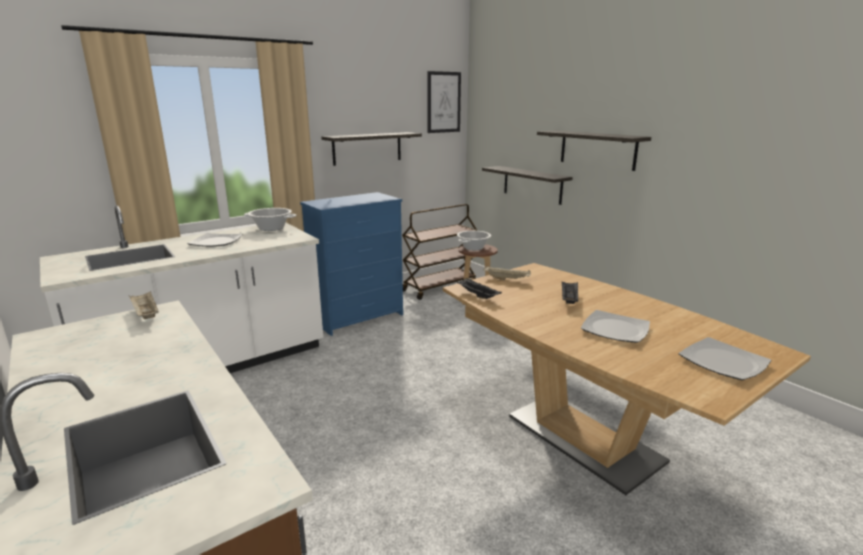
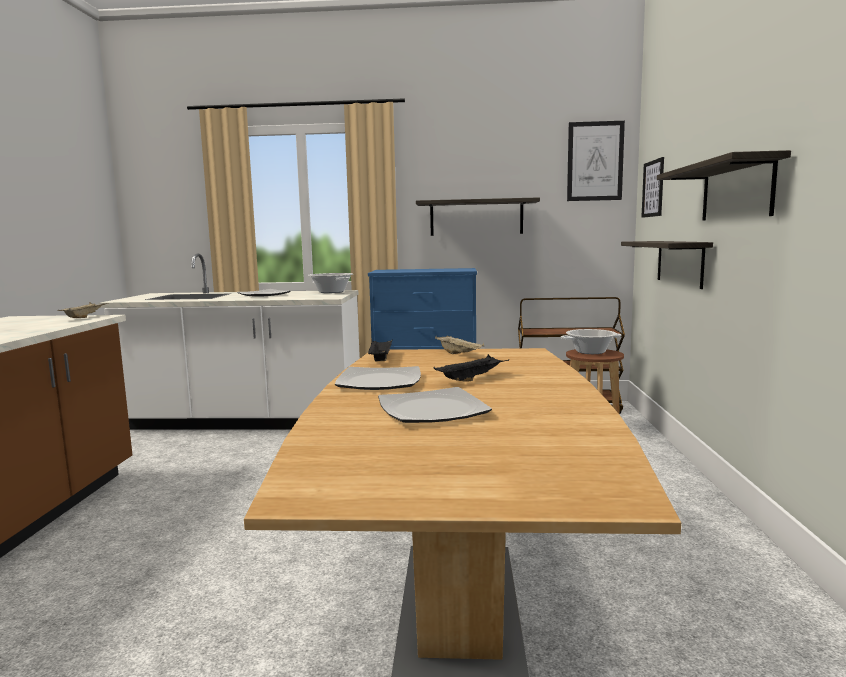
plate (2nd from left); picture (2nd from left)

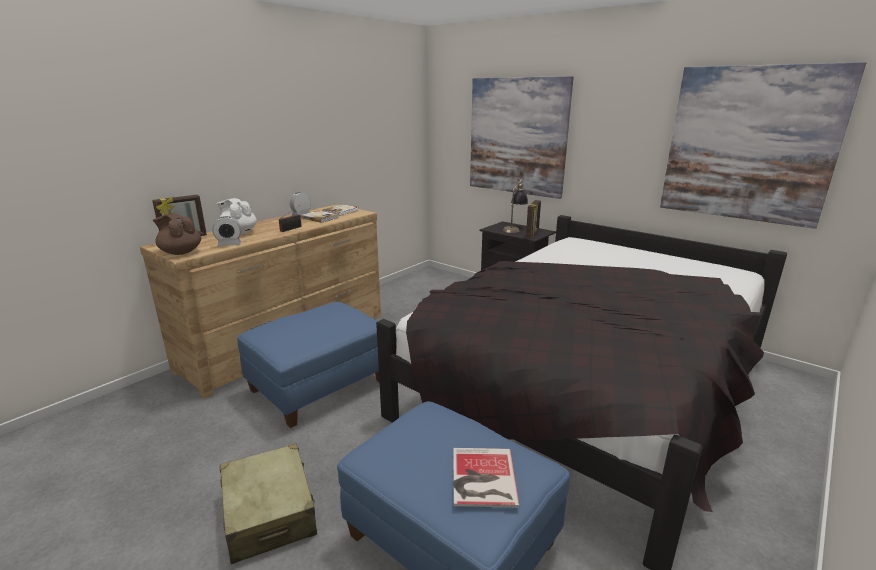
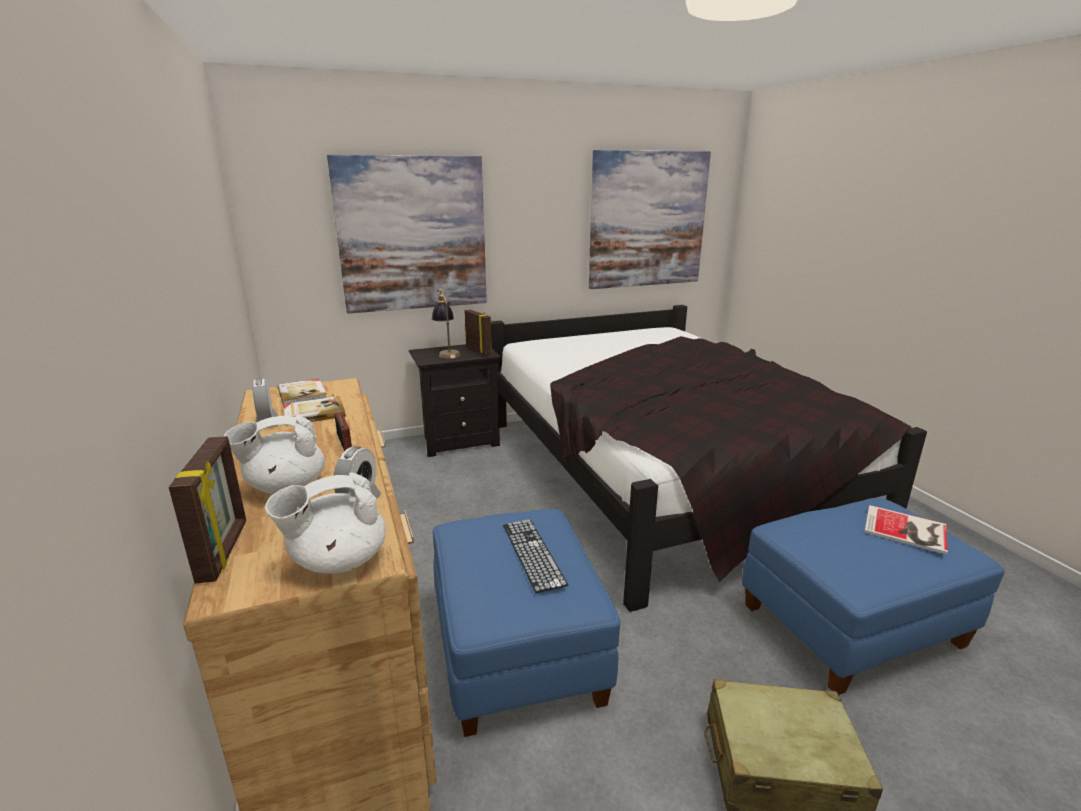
white teapot (2nd from left); keyboard

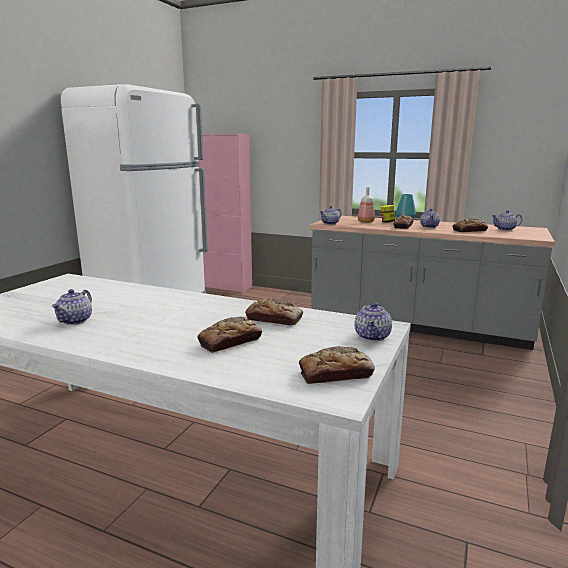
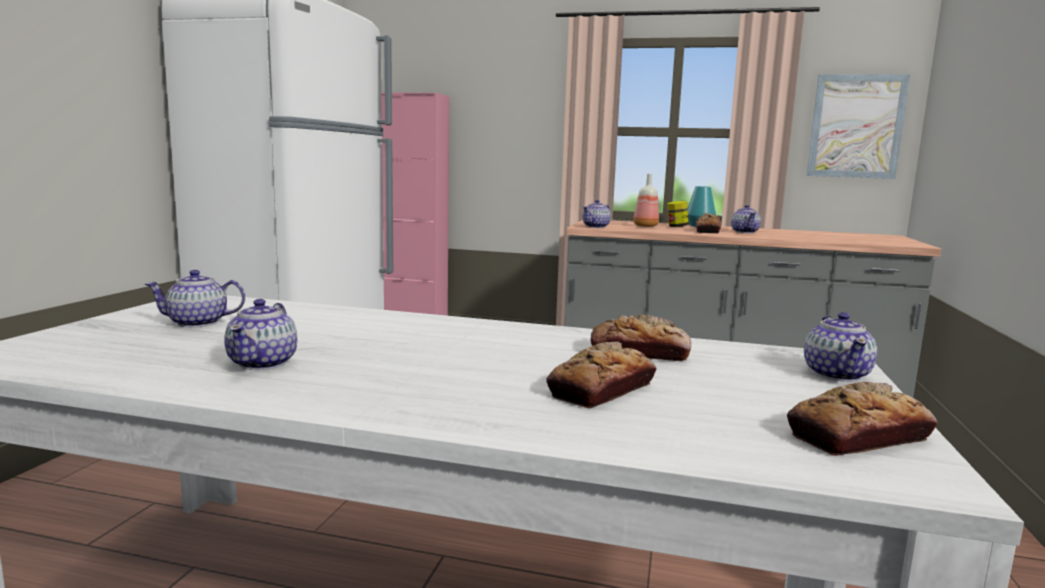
bread (5th from left in the first image); teapot (1st from left); picture

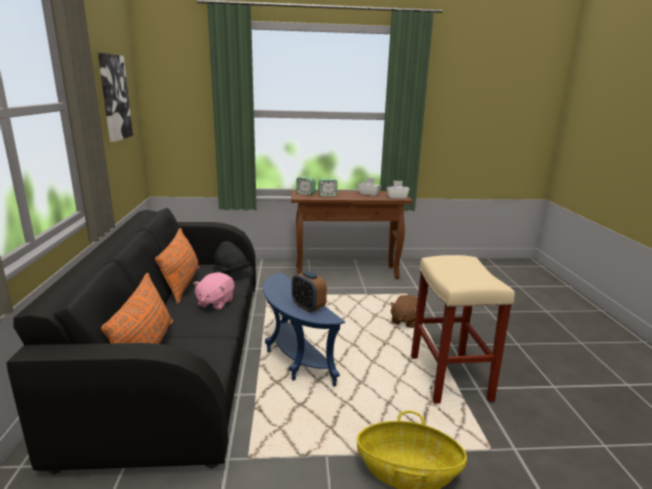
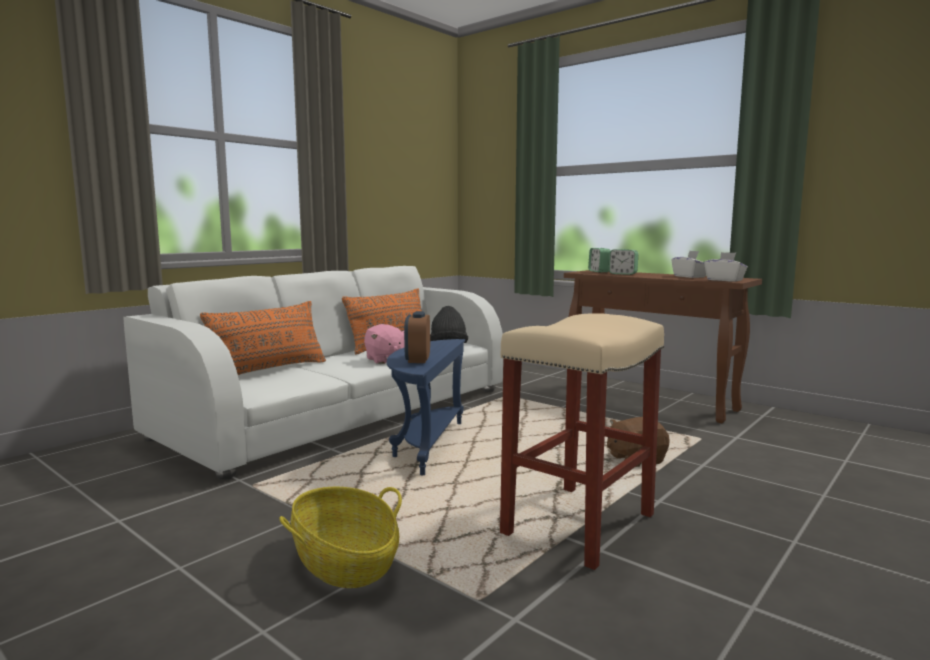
white sofa; picture; pink plush toy

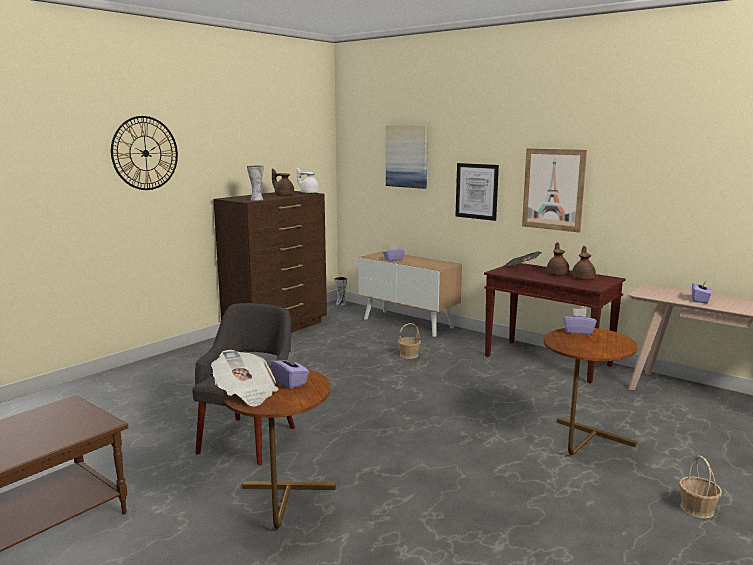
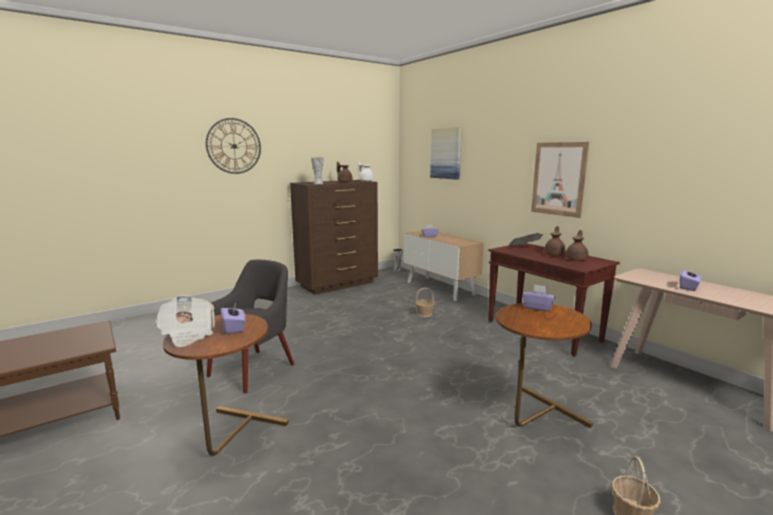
picture (2nd from left in the first image)

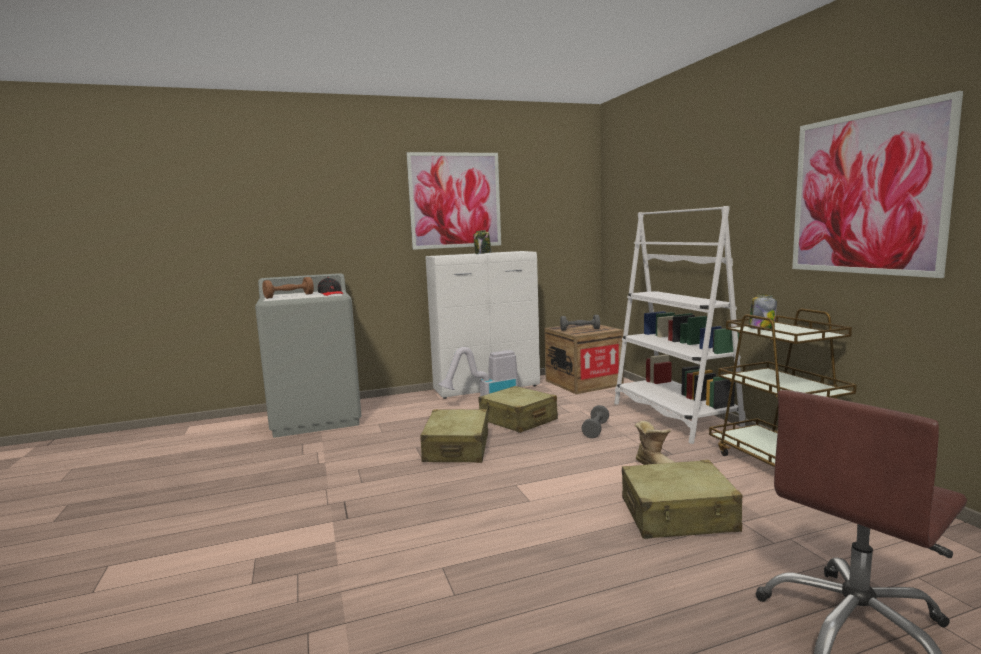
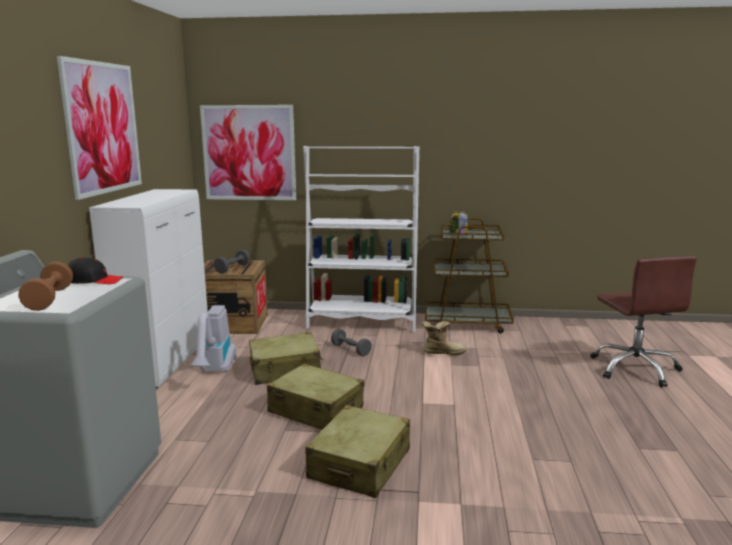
jar (1st from left in the first image); beige suitcase (3rd from left); picture (2nd from left)

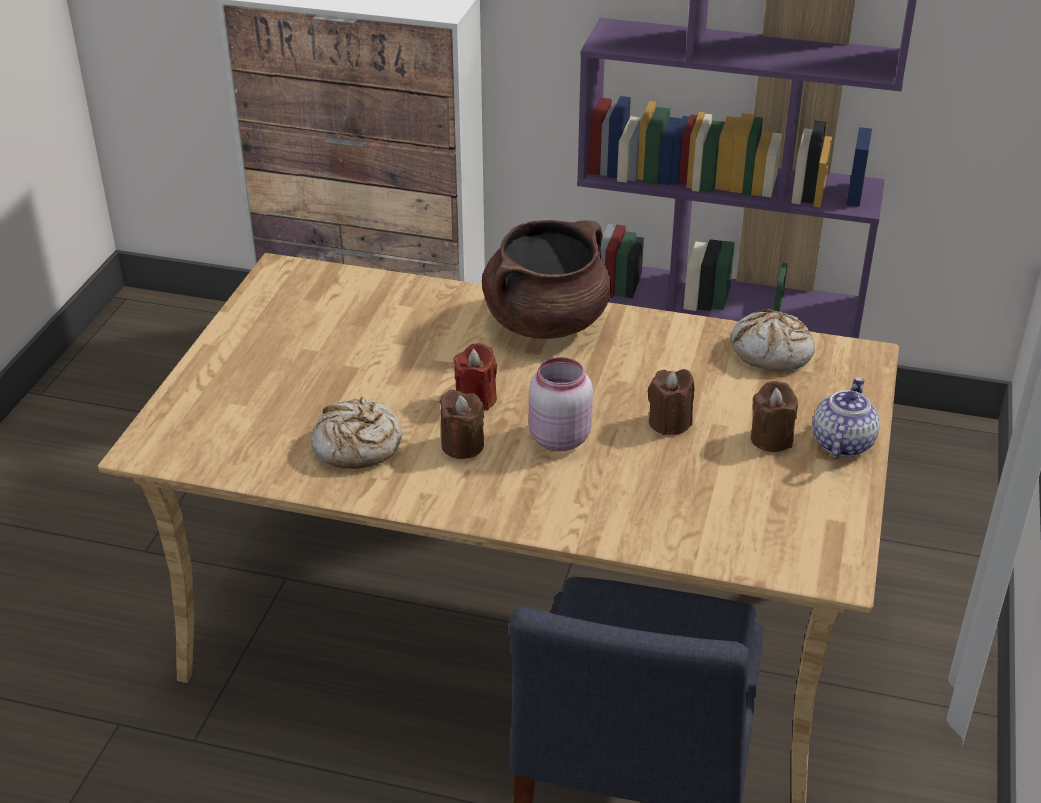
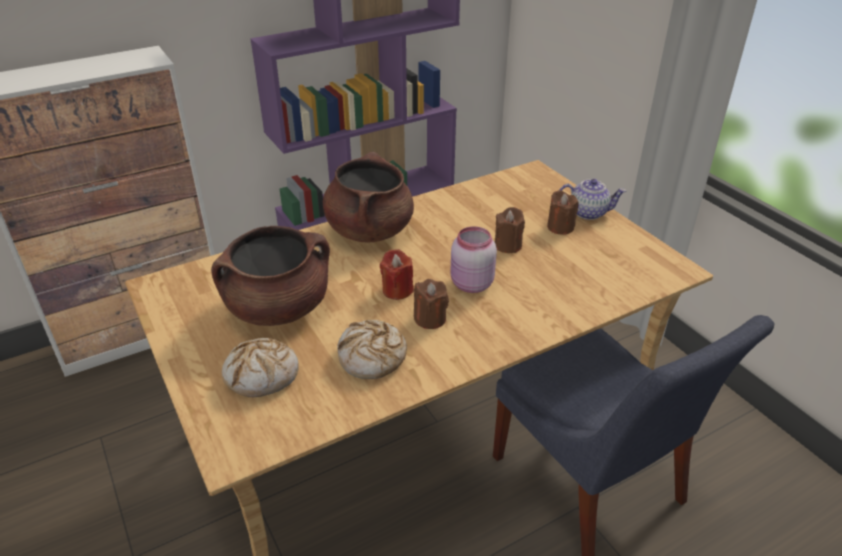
bread (1st from left); teapot; brown cooking pot (1st from left)

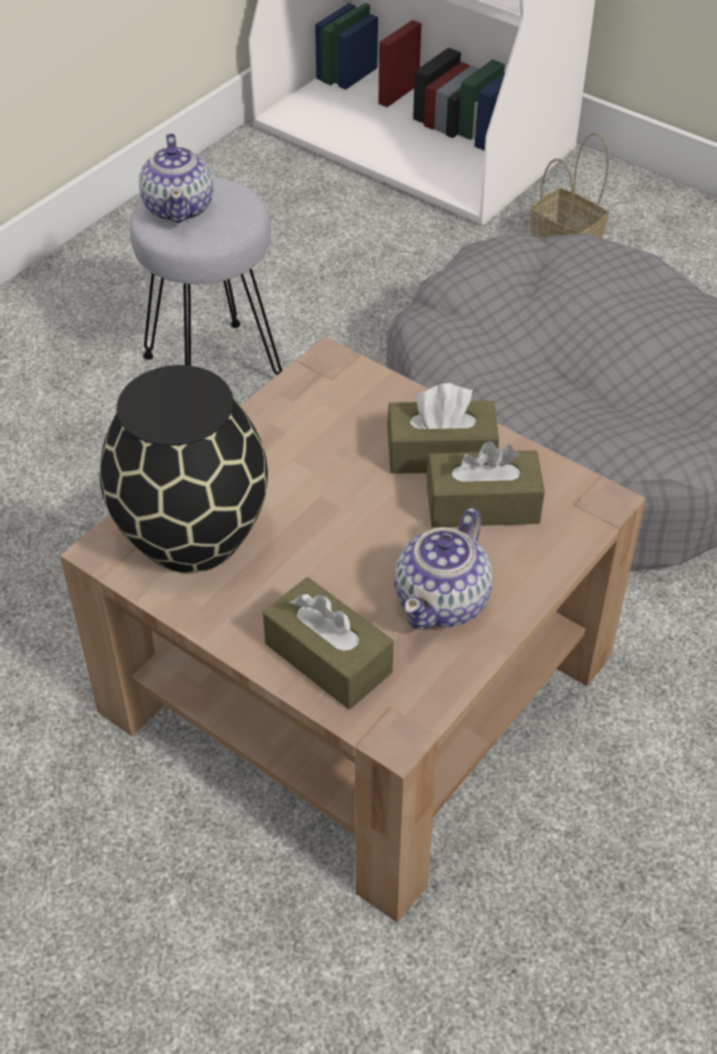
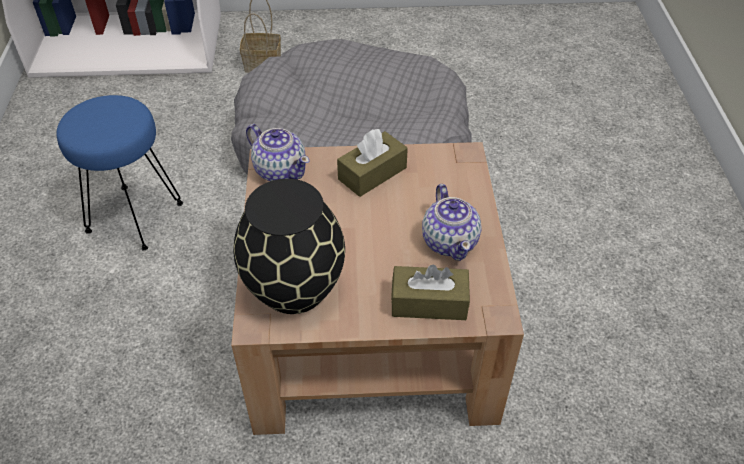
blue stool; teapot (1st from left); brown tissue box (3rd from left in the first image)

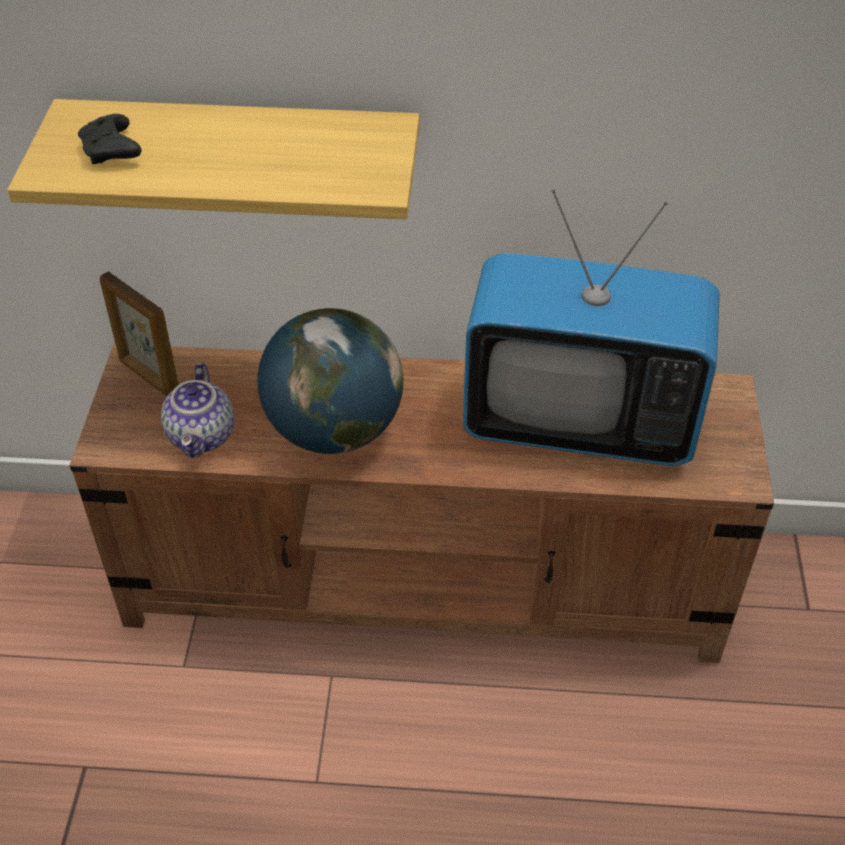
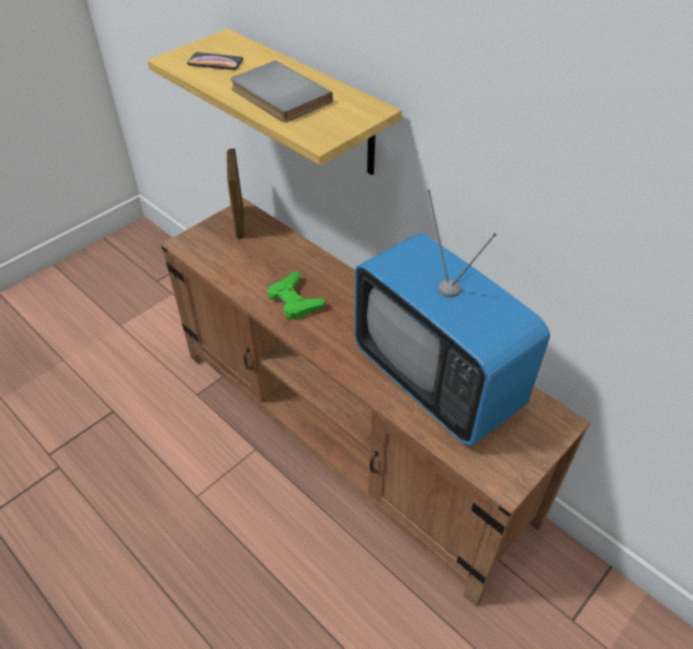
phone; teapot; green game controller; grey book

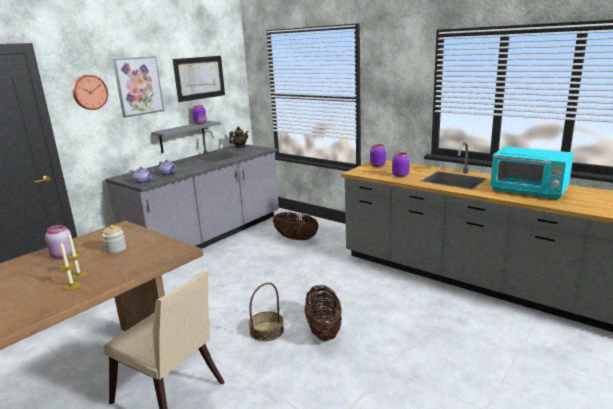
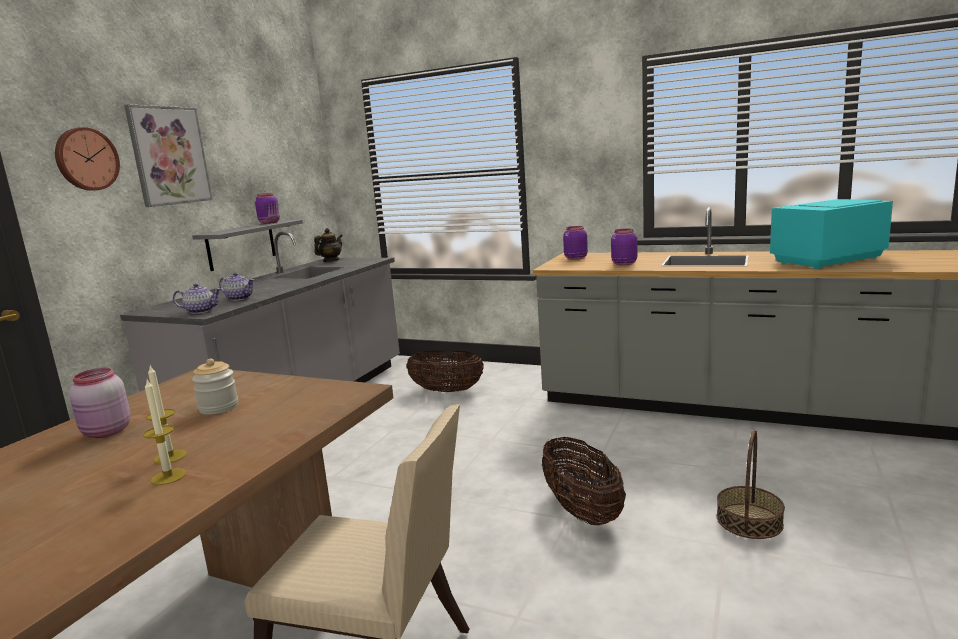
picture (2nd from left in the first image); basket (3rd from left); turquoise microwave

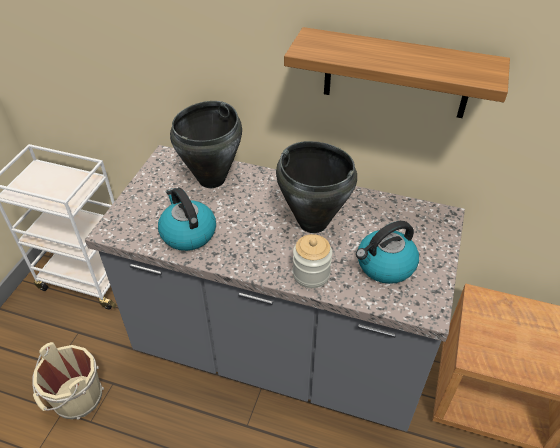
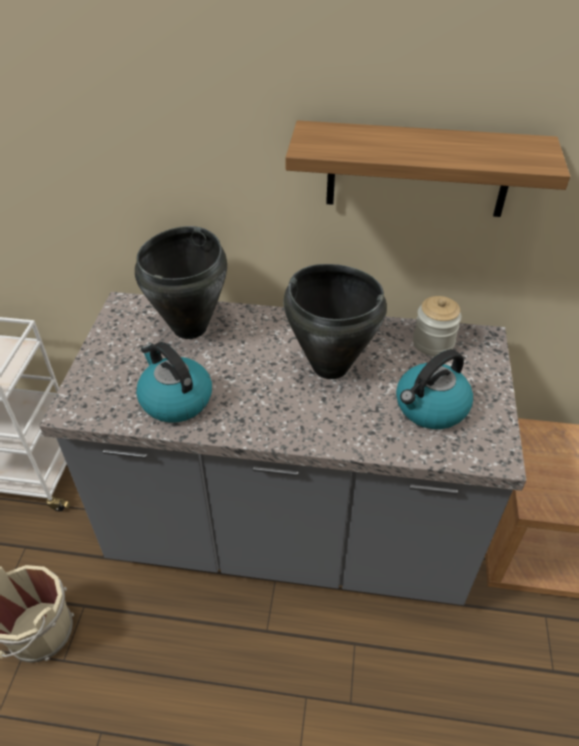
jar

